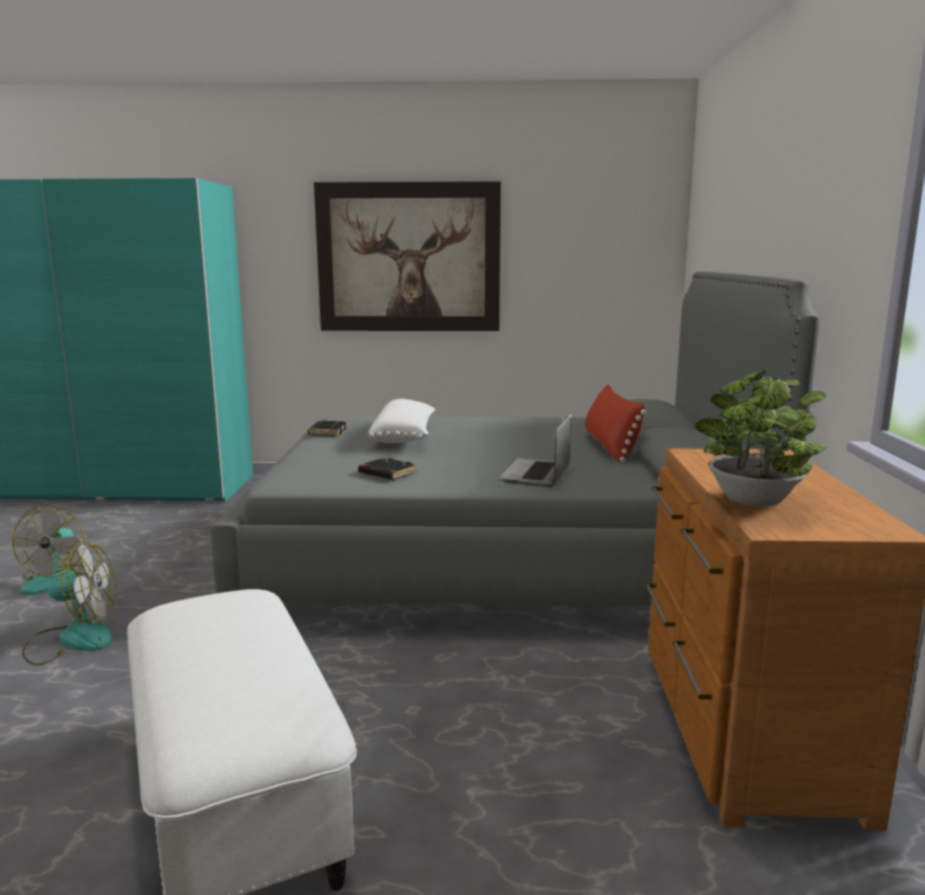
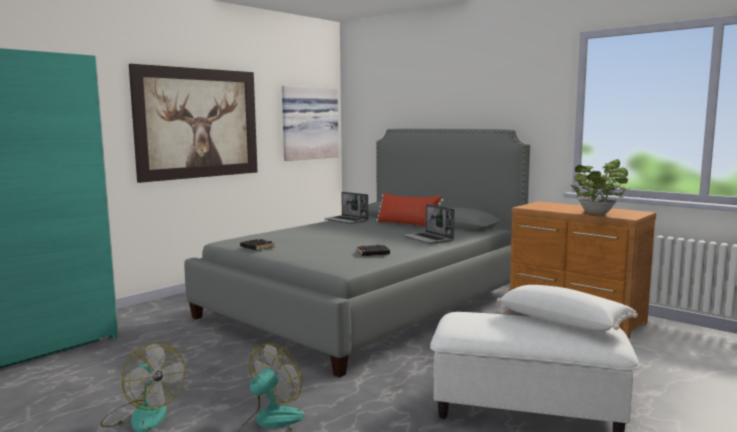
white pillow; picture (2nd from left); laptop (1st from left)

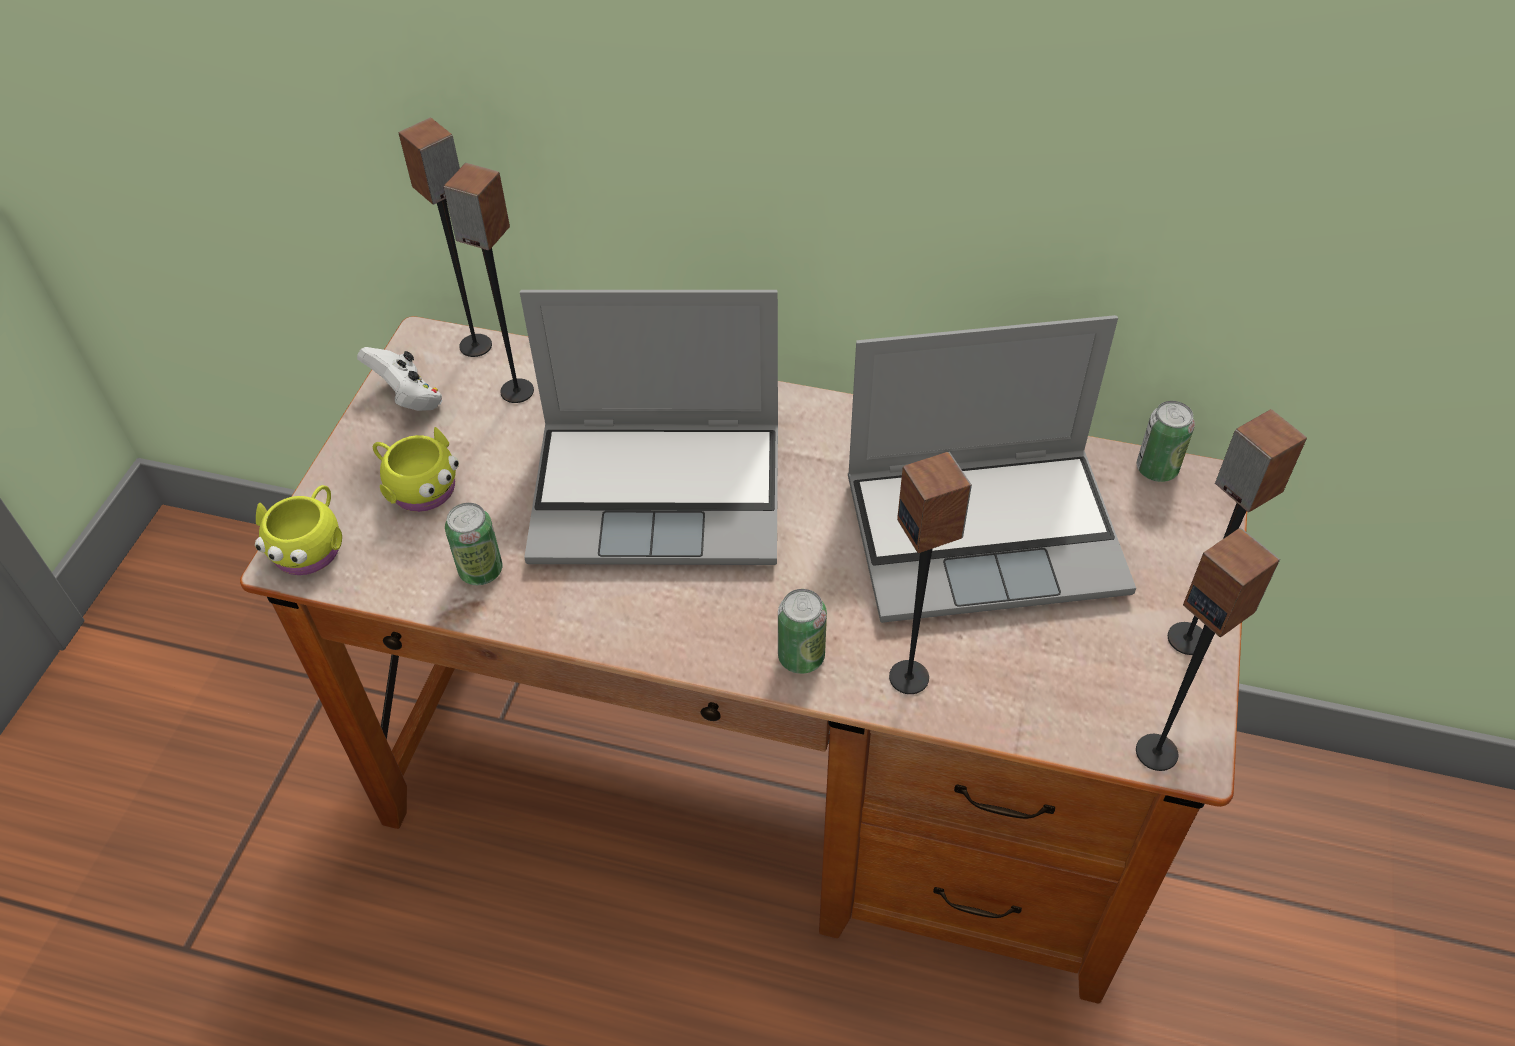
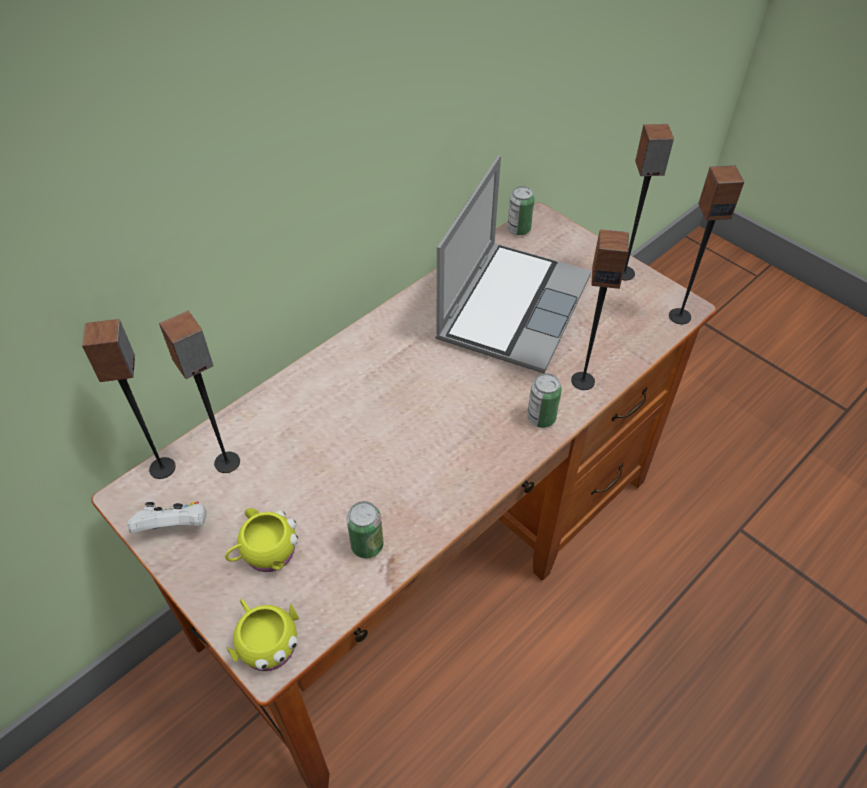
laptop (1st from left in the first image)

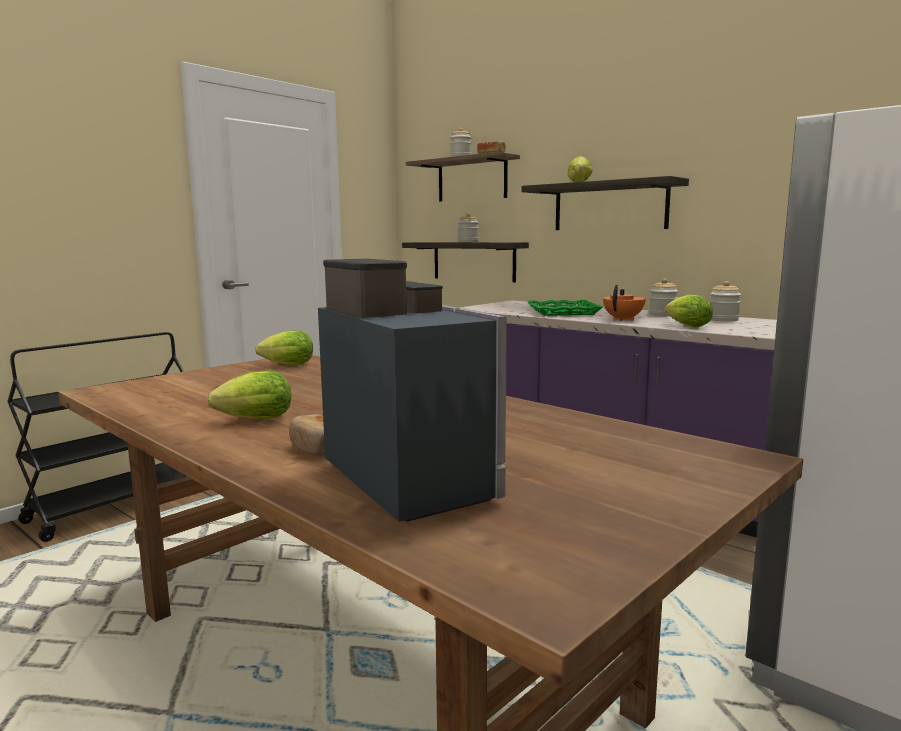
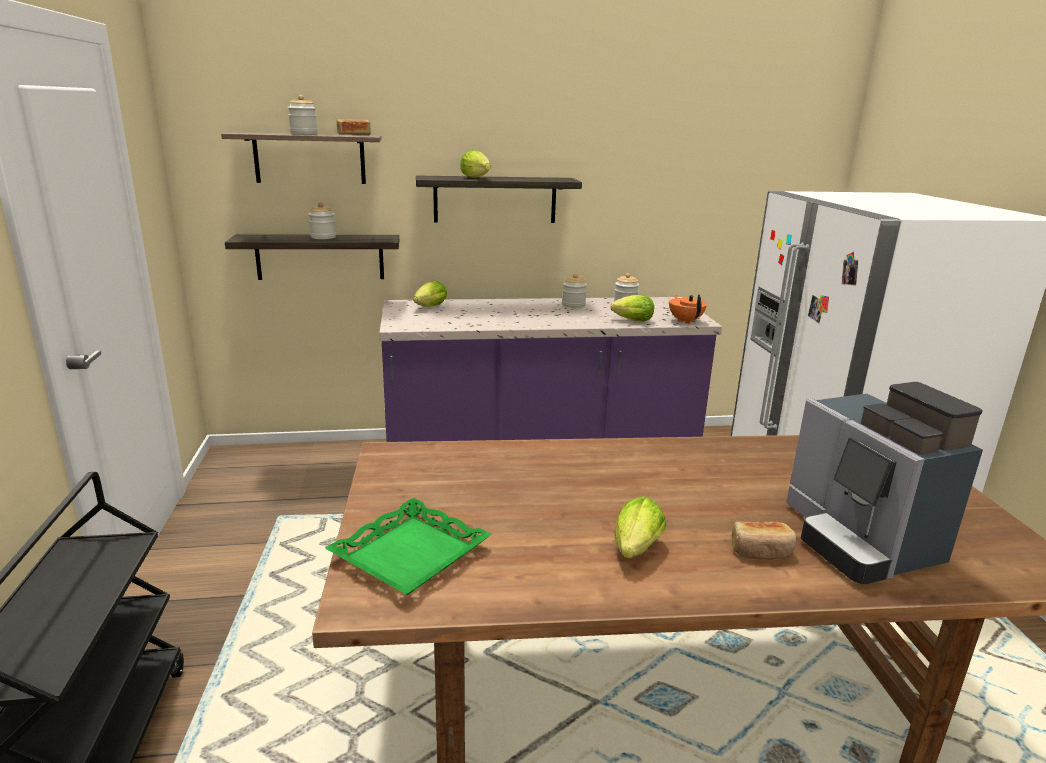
lettuce (1st from left); coffee machine; green tray; orange teapot

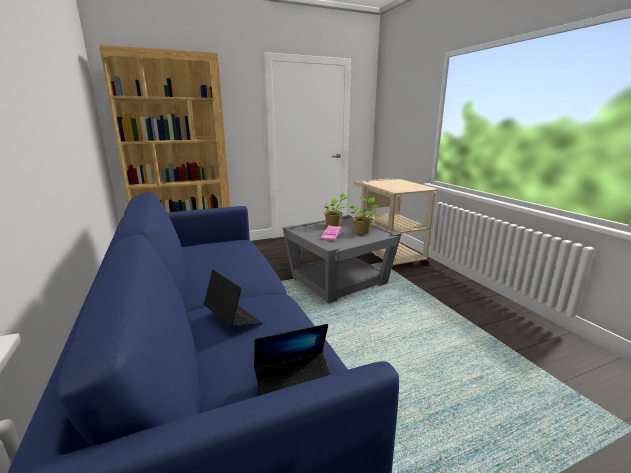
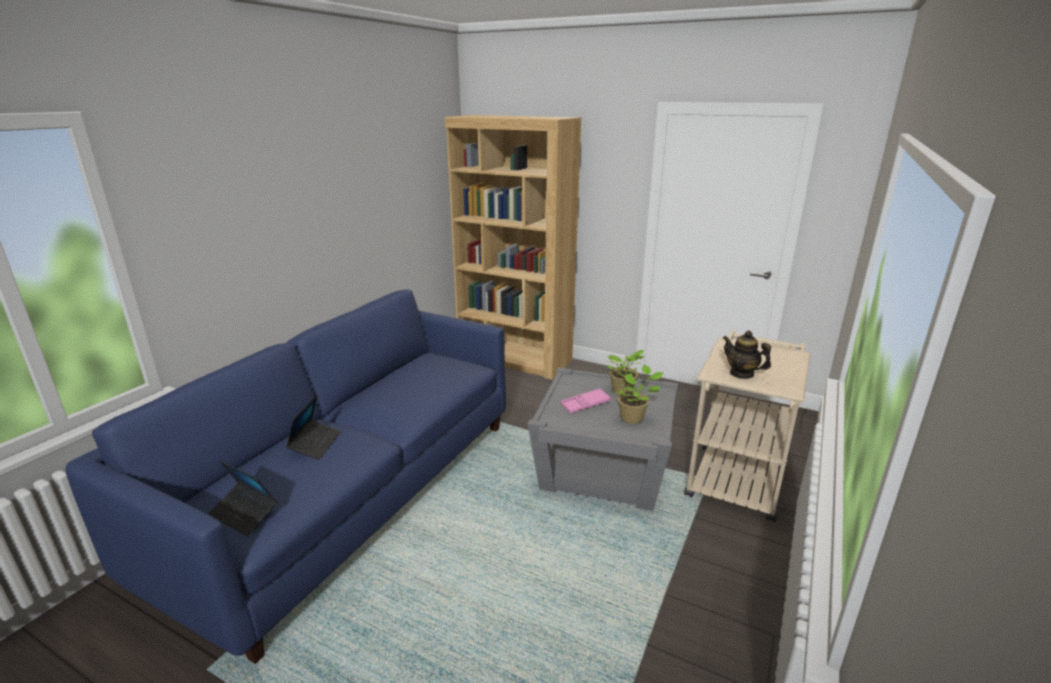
teapot

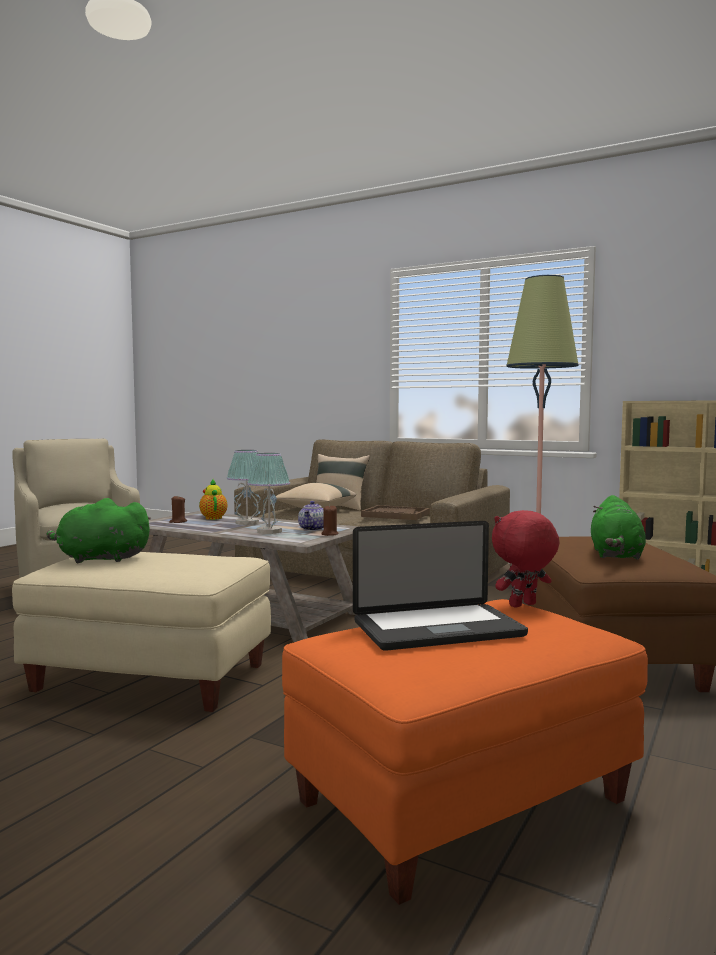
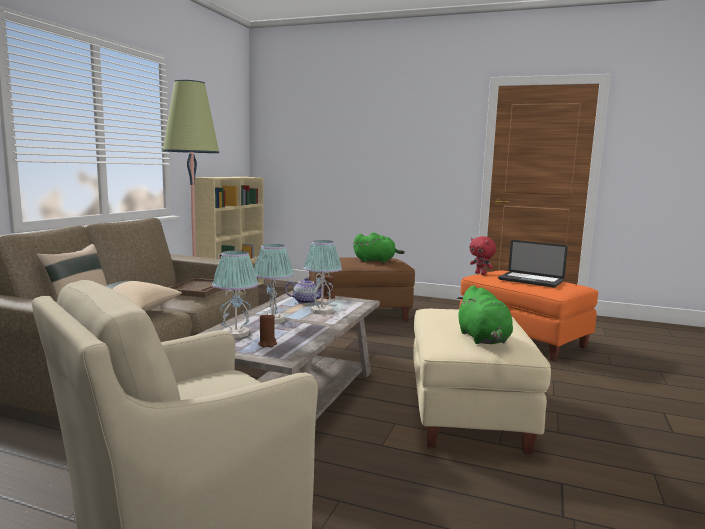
table lamp (1st from left); laptop

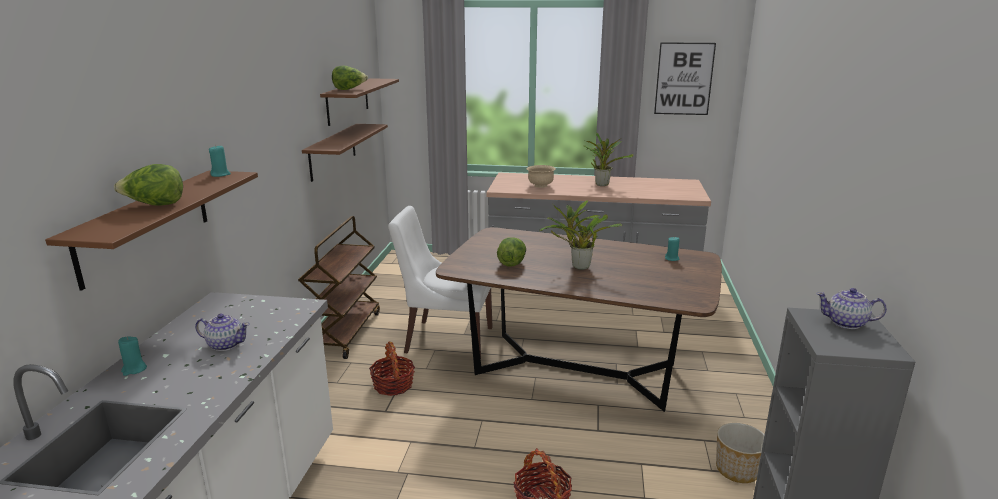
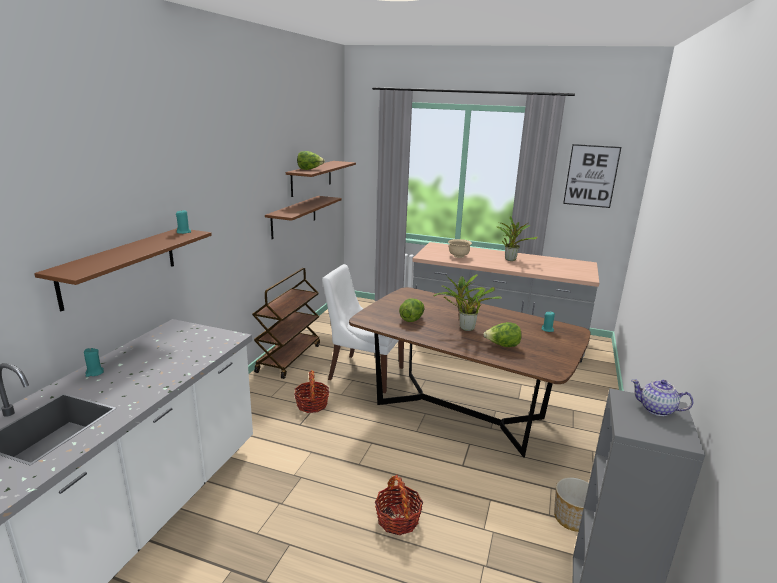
lettuce (3rd from left); teapot (1st from left in the first image)

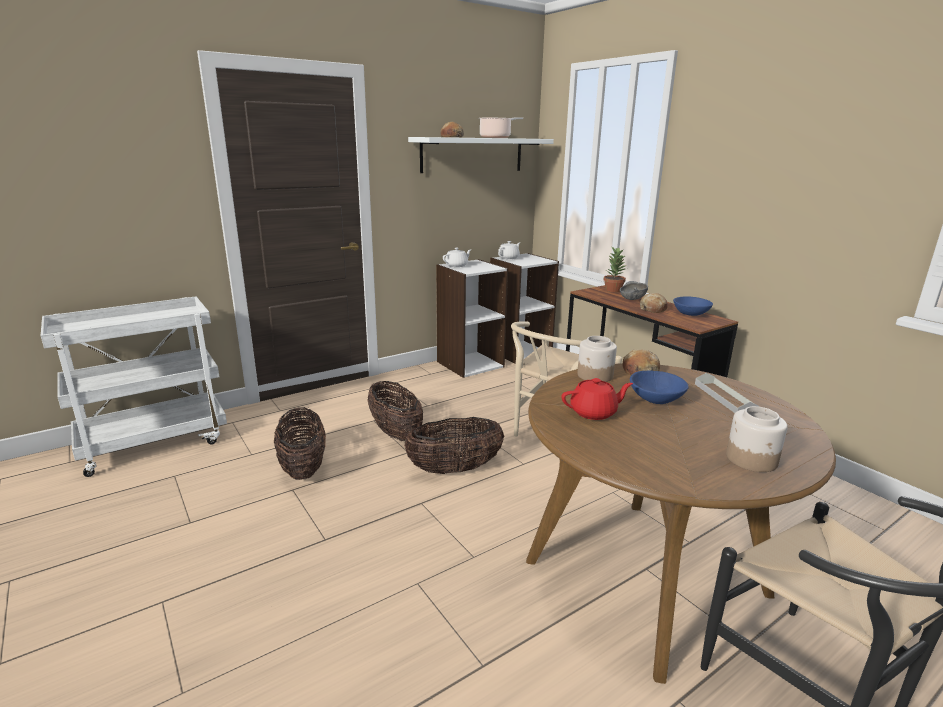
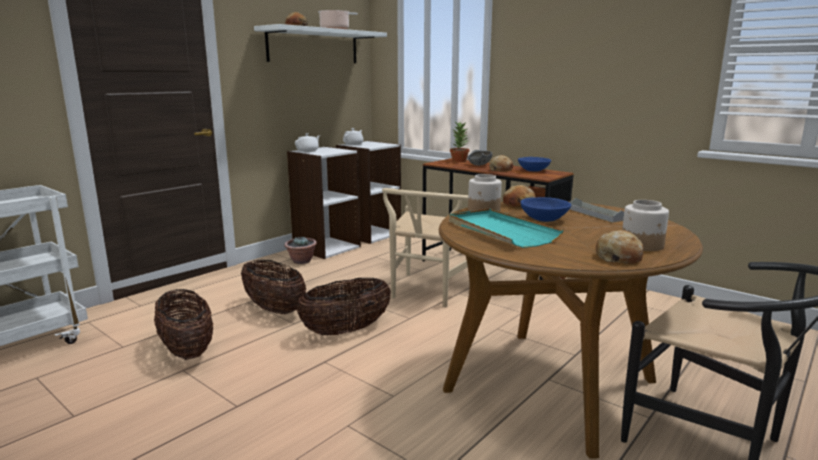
turquoise tray; potted plant (1st from left); bread (4th from left)

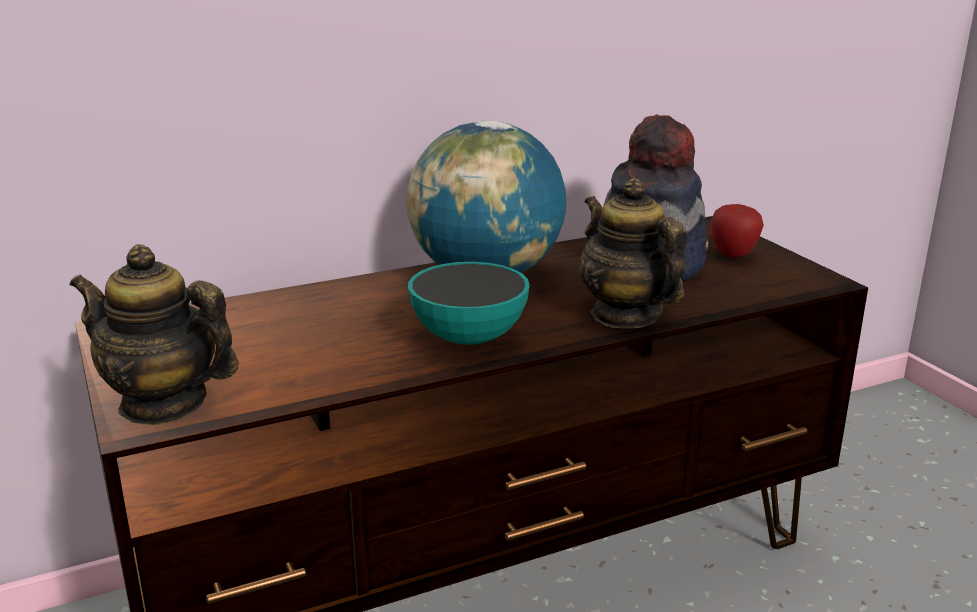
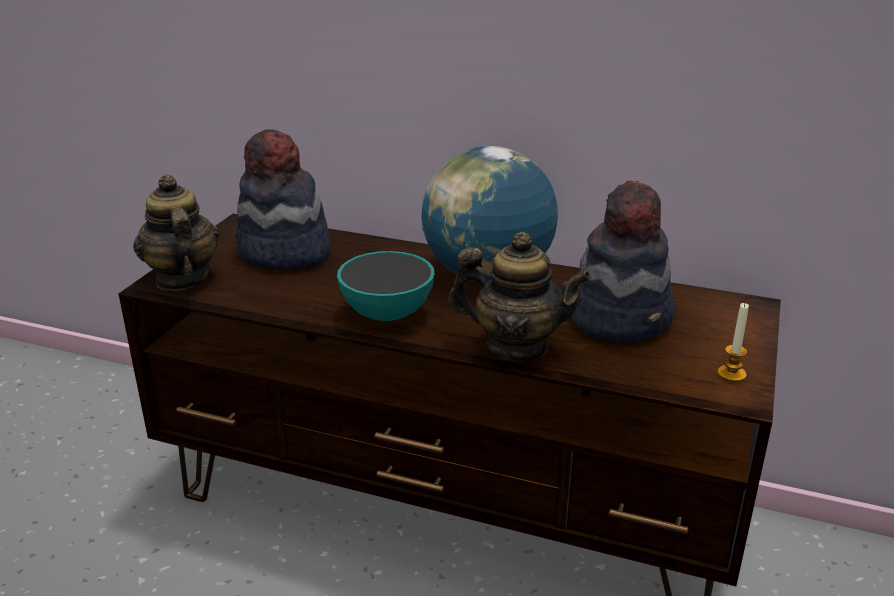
teapot (2nd from left); apple; hat (1st from left); candle

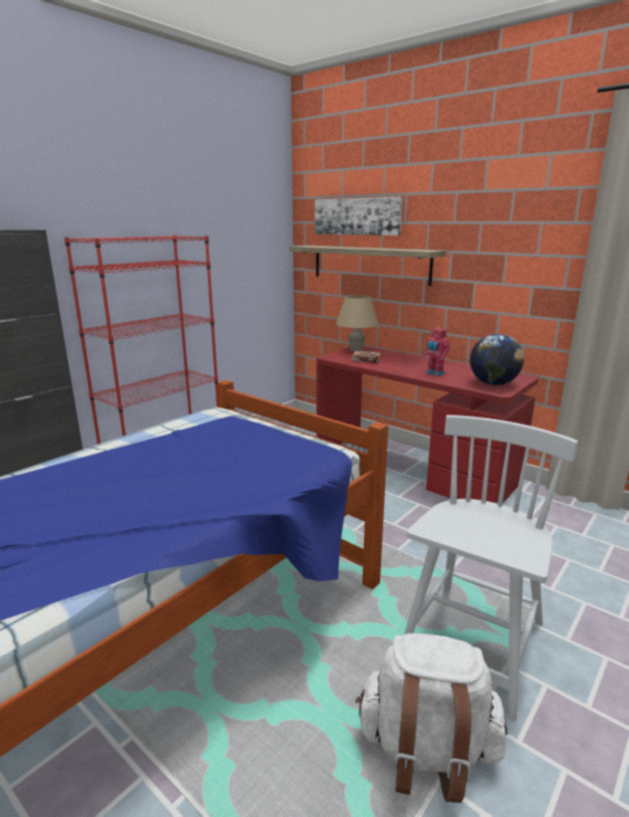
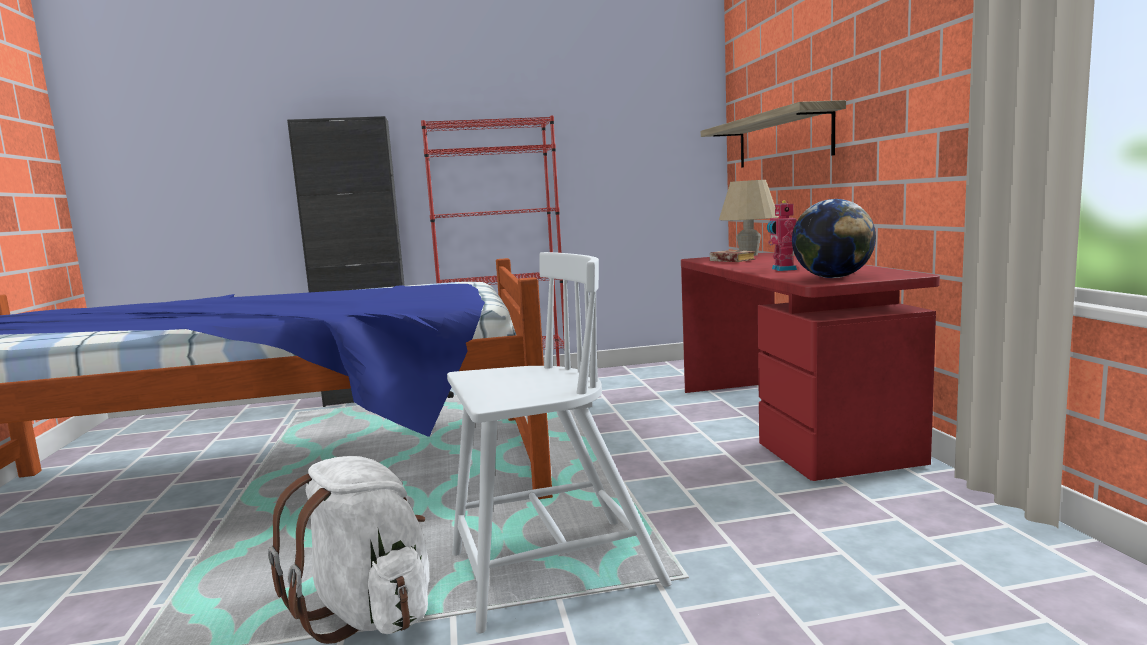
picture

